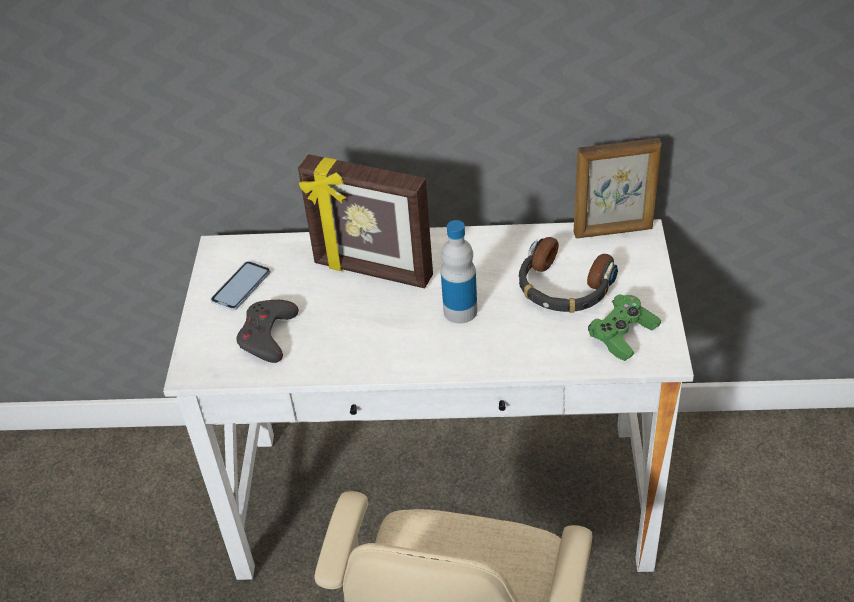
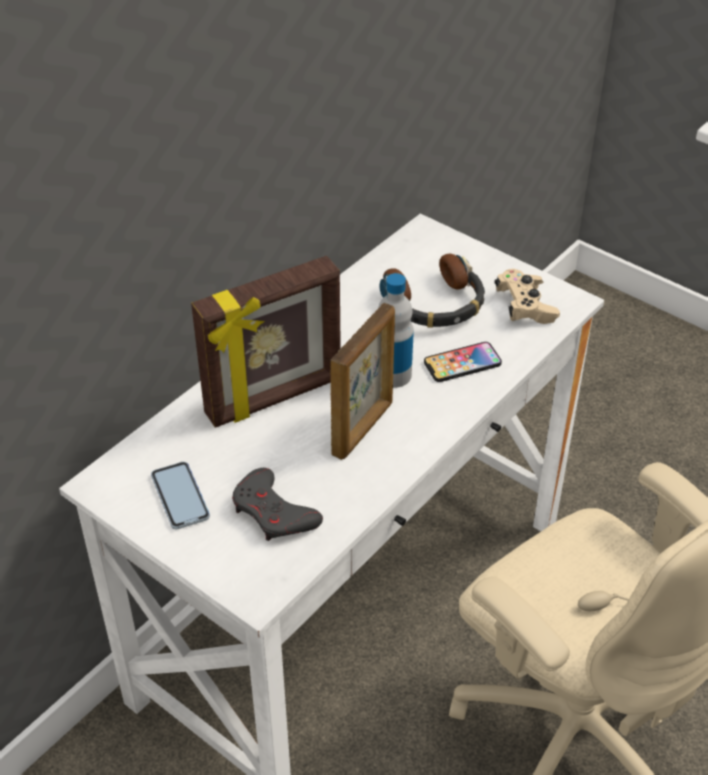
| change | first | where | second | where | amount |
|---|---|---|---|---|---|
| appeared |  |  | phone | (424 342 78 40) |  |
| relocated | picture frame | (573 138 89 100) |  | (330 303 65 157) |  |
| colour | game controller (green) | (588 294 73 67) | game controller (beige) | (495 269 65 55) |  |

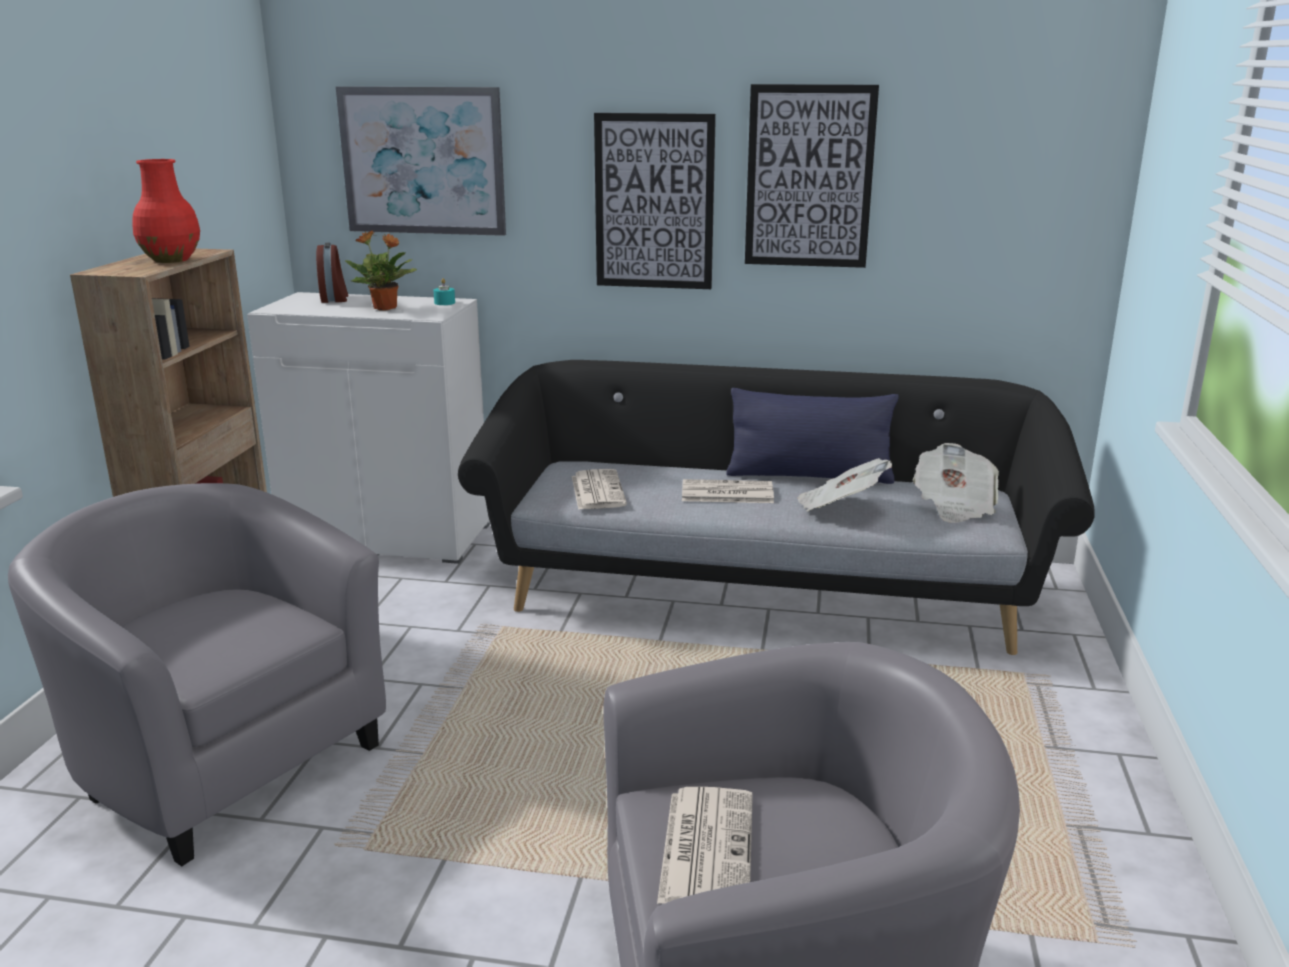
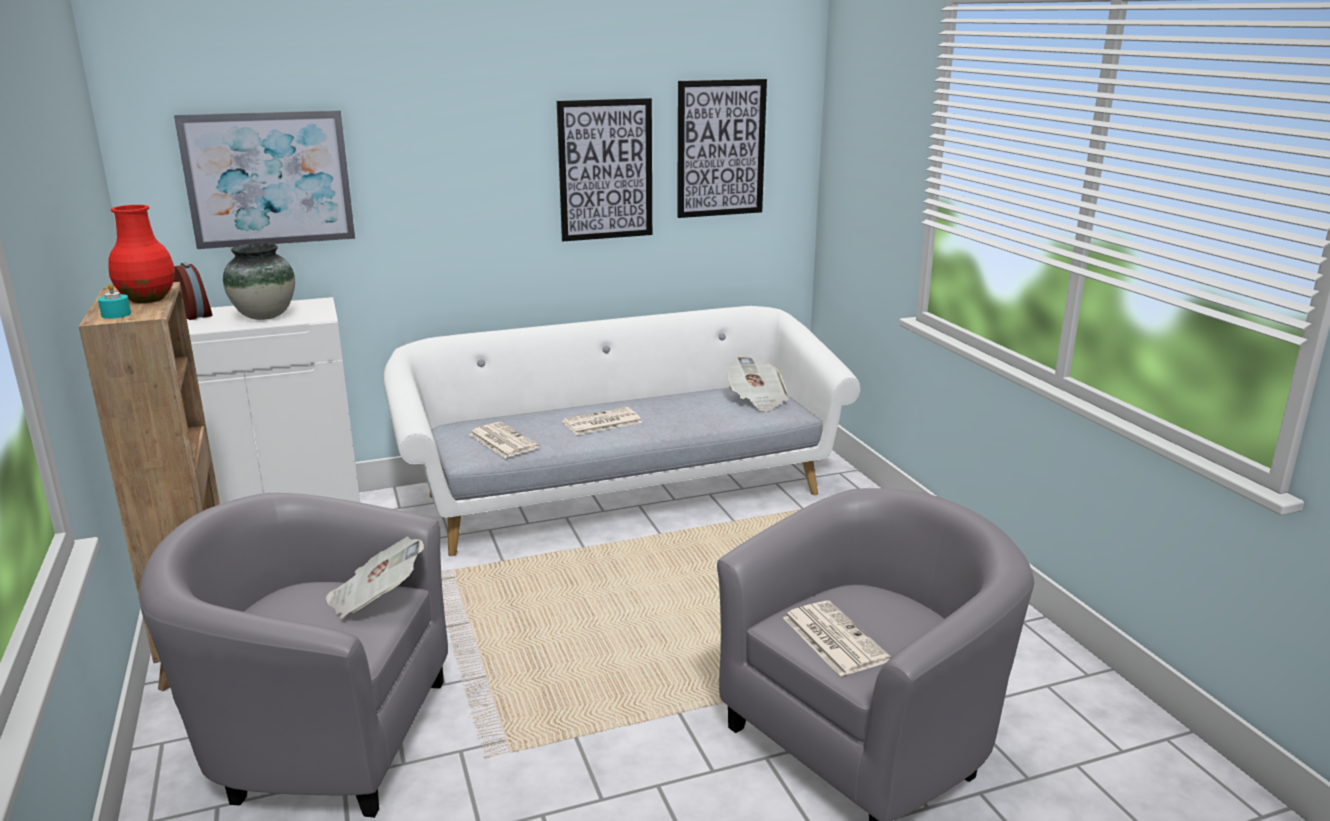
| change | first | where | second | where | amount |
|---|---|---|---|---|---|
| missing | pillow (blue) | (726 388 173 96) |  |  |  |
| relocated | candle (turquoise) | (433 278 22 27) |  | (98 284 33 35) |  |
| relocated | picture | (594 113 122 176) |  | (677 79 90 139) |  |
| relocated | newspaper | (797 458 95 54) |  | (326 536 98 83) |  |
| exchanged | potted plant | (345 231 72 80) | vase | (223 243 72 77) |  |
| colour | sofa (black) | (458 360 637 295) | sofa (white) | (383 306 477 250) |  |

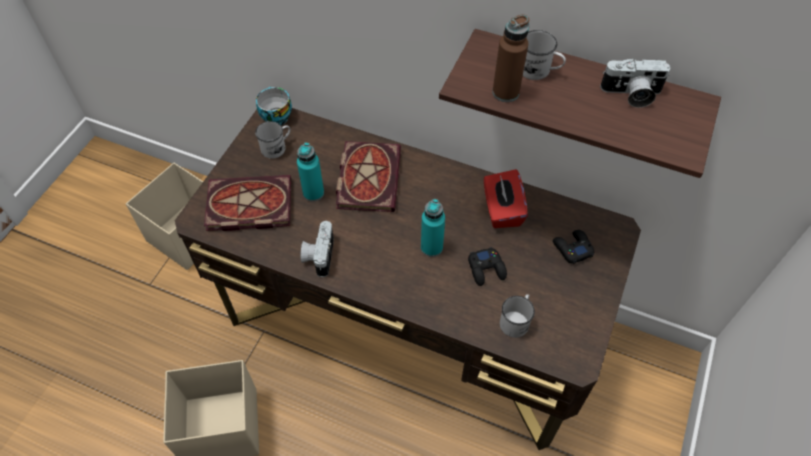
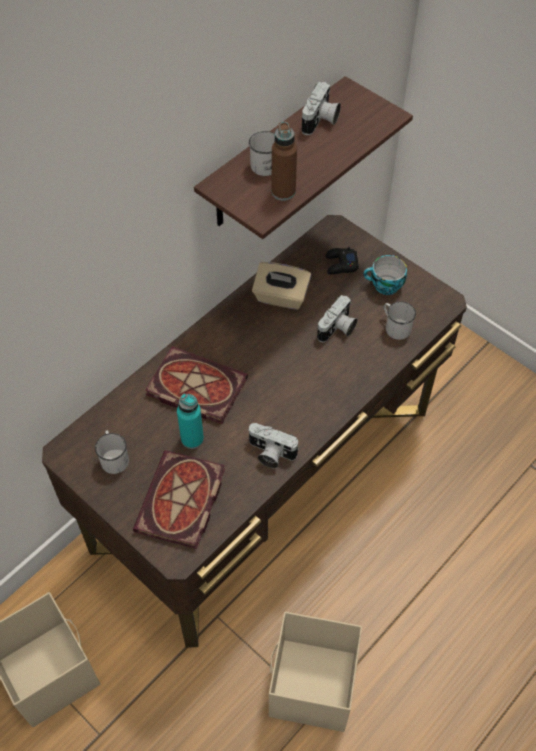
| change | first | where | second | where | amount |
|---|---|---|---|---|---|
| missing | bottle (turquoise) | (421 199 24 58) |  |  |  |
| relocated | cup | (256 87 36 38) |  | (363 255 44 40) |  |
| exchanged | game controller (black) | (468 247 39 39) | photo camera | (317 295 41 47) |  |
| colour | tissue box (red) | (484 169 44 59) | tissue box (beige) | (252 262 59 48) |  |

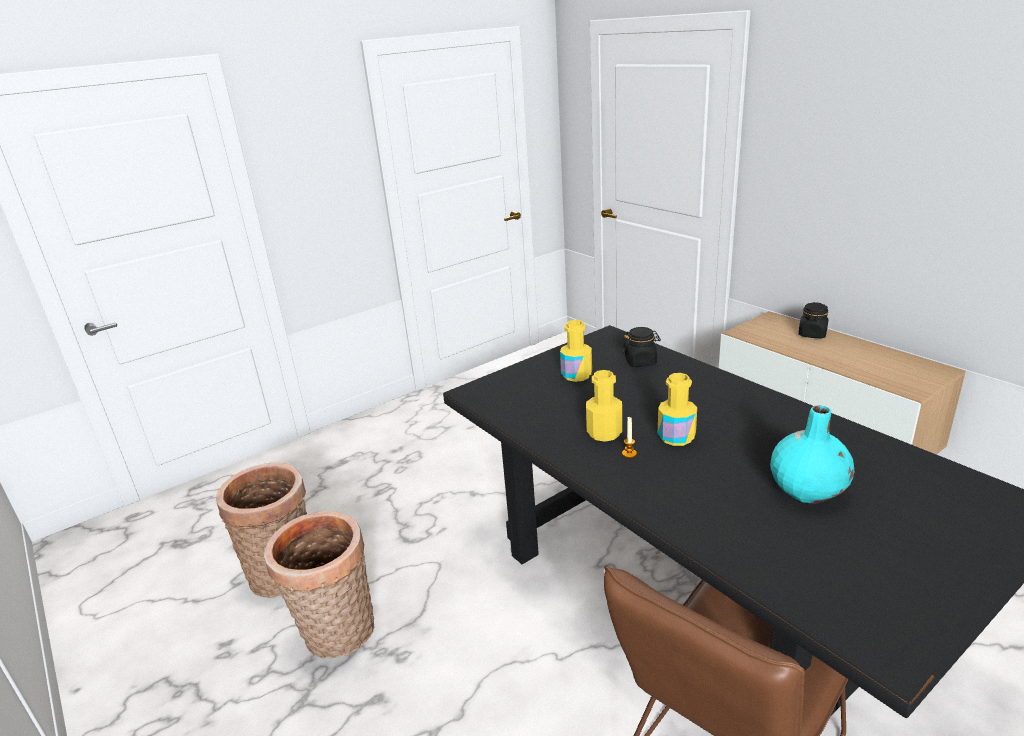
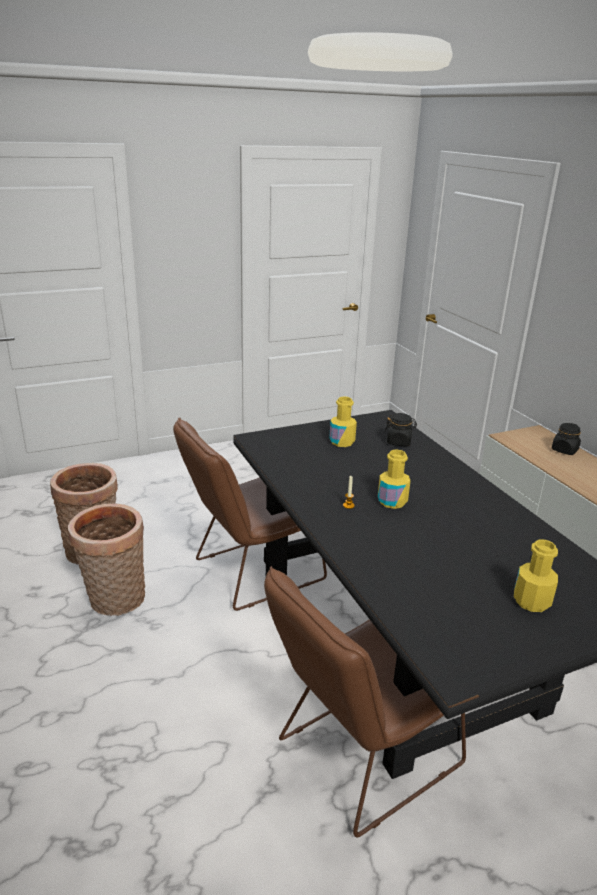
| change | first | where | second | where | amount |
|---|---|---|---|---|---|
| missing | vase (turquoise) | (770 405 84 98) |  |  |  |
| appeared |  |  | chair (brown) | (173 418 154 193) |  |
| relocated | bottle (yellow) | (586 370 36 72) |  | (514 539 44 73) |  |

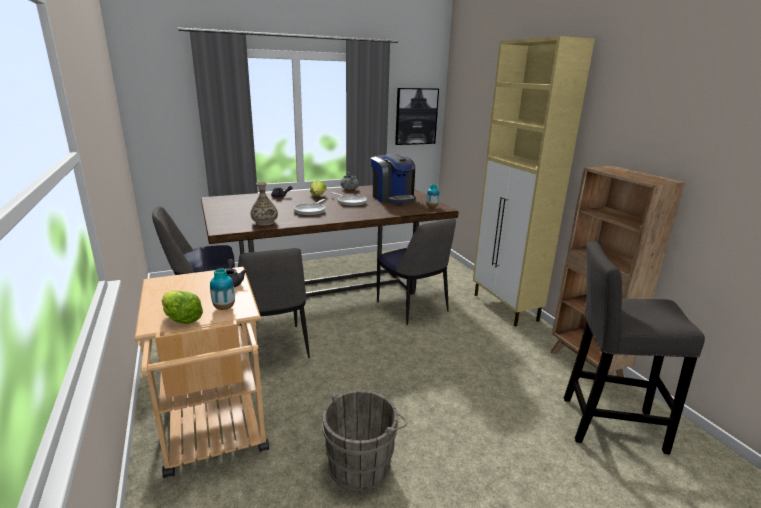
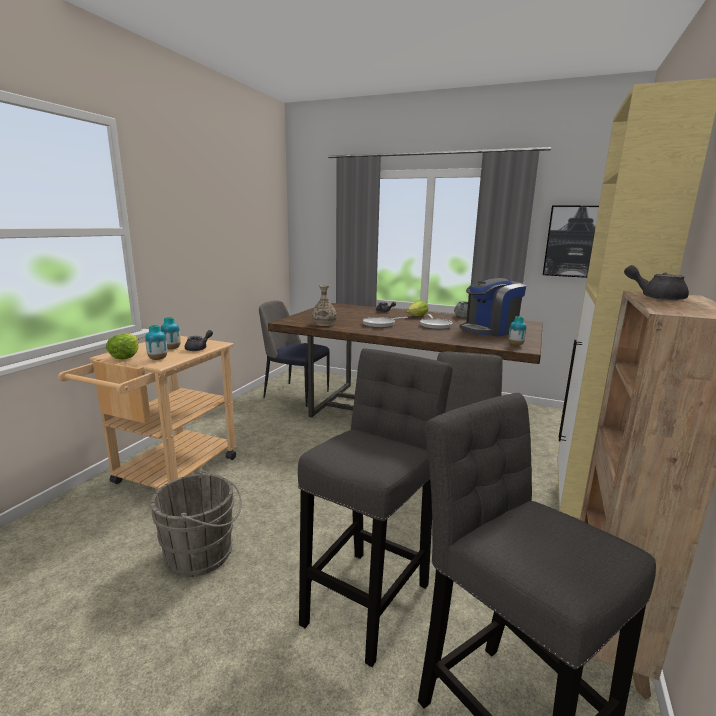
| change | first | where | second | where | amount |
|---|---|---|---|---|---|
| missing | chair | (238 248 72 110) |  |  |  |
| appeared |  |  | vase | (161 317 20 32) |  |
| appeared |  |  | stool (grey) | (298 348 155 319) |  |
| appeared |  |  | teapot (grey) | (624 265 65 36) |  |
| spun | coffee machine | (370 154 46 50) |  | (459 278 67 59) | 45 degrees clockwise |

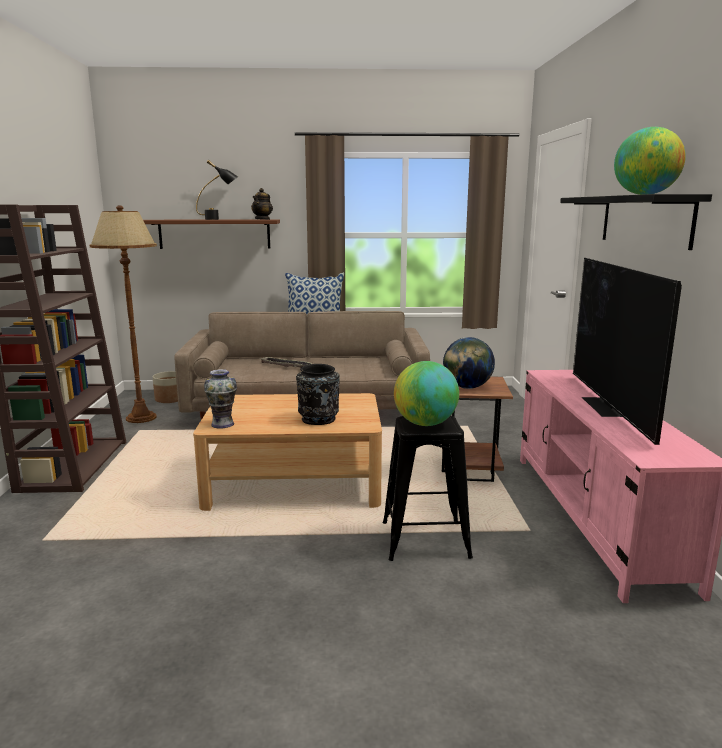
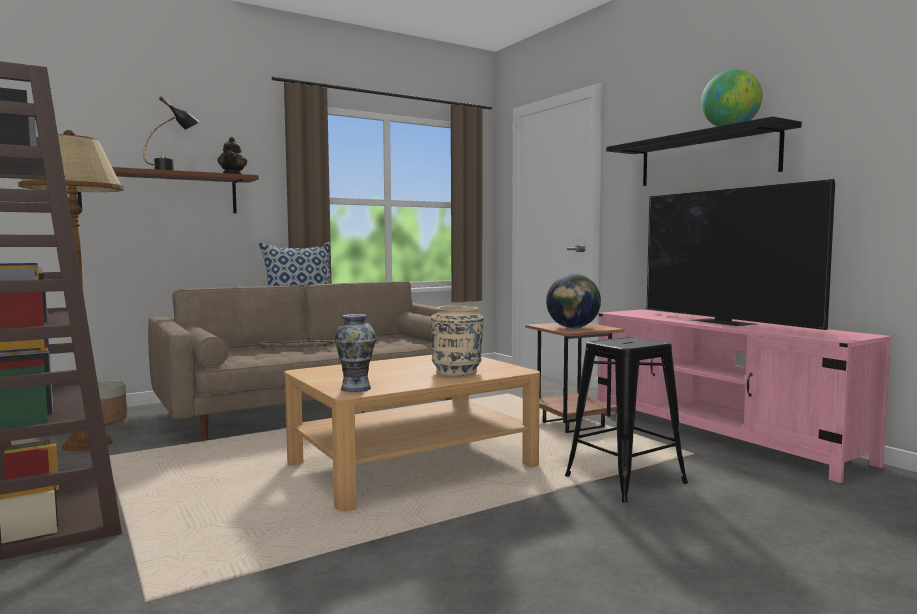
| change | first | where | second | where | amount |
|---|---|---|---|---|---|
| missing | globe | (394 361 65 65) |  |  |  |
| colour | vase (black) | (296 364 44 61) | vase (beige) | (431 305 53 71) |  |

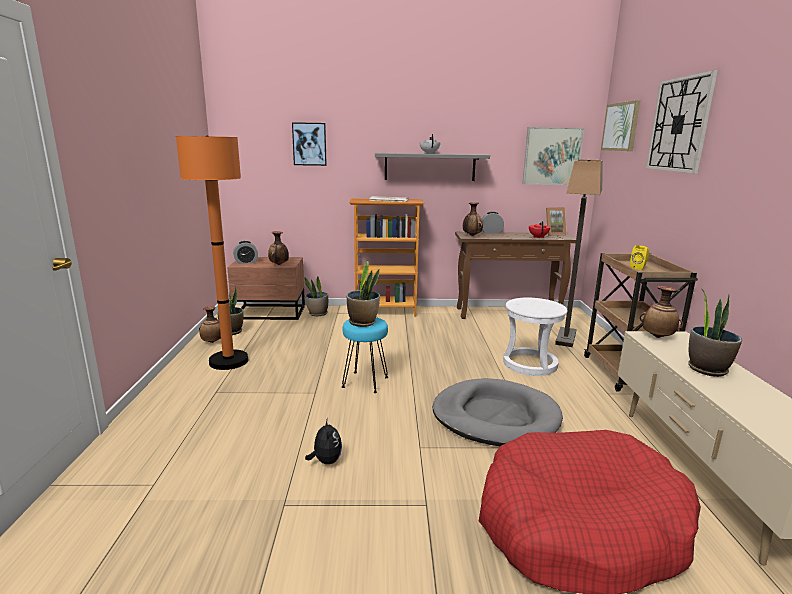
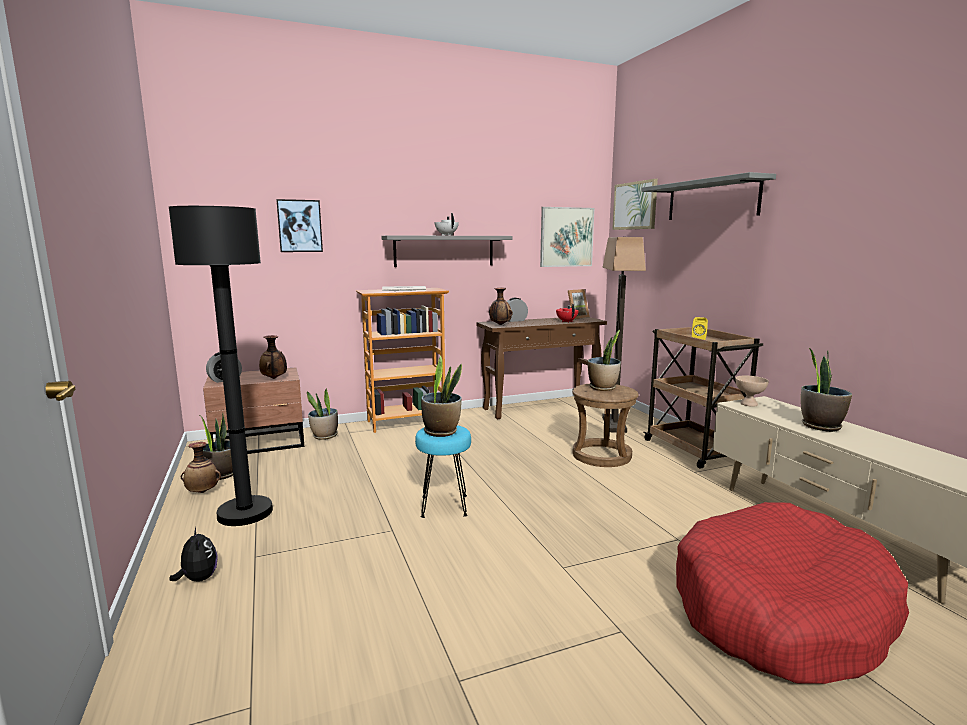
| change | first | where | second | where | amount |
|---|---|---|---|---|---|
| missing | dog bed (grey) | (433 378 130 68) |  |  |  |
| appeared |  |  | potted plant | (588 330 33 61) |  |
| relocated | plush toy | (305 418 37 46) |  | (170 527 48 54) |  |
| exchanged | vase | (640 286 43 52) | bowl (beige) | (735 376 34 31) |  |
| exchanged | wall clock | (646 70 72 104) | shelf (grey) | (641 172 135 48) |  |
| colour | floor lamp (orange) | (176 136 72 234) | floor lamp (black) | (169 206 104 320) |  |
| colour | stool (white) | (503 298 65 78) | stool (brown) | (572 384 67 83) |  |

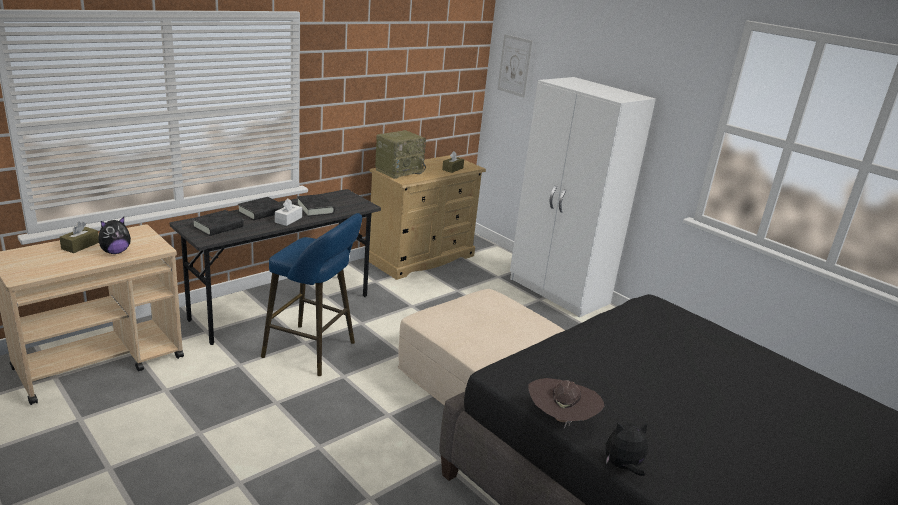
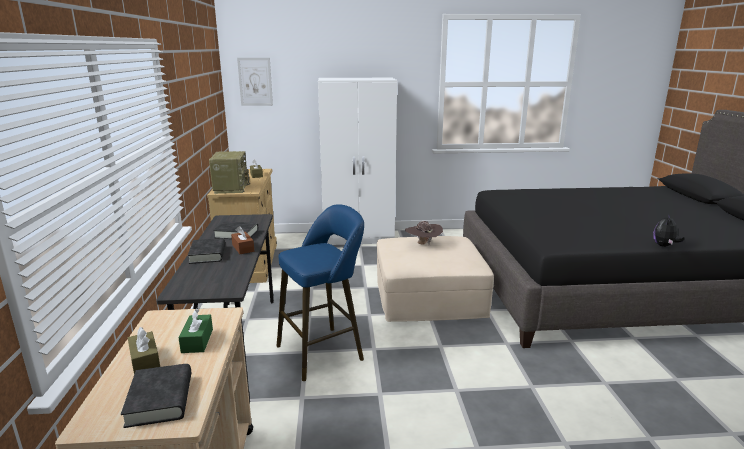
| change | first | where | second | where | amount |
|---|---|---|---|---|---|
| relocated | book (black) | (192 210 52 26) |  | (121 364 70 64) |  |
| relocated | hat (brown) | (529 378 75 51) |  | (405 221 38 24) |  |
| exchanged | plush toy | (98 217 33 37) | tissue box (green) | (178 309 35 44) |  |
| colour | tissue box (white) | (275 199 27 27) | tissue box (brown) | (231 226 23 28) |  |

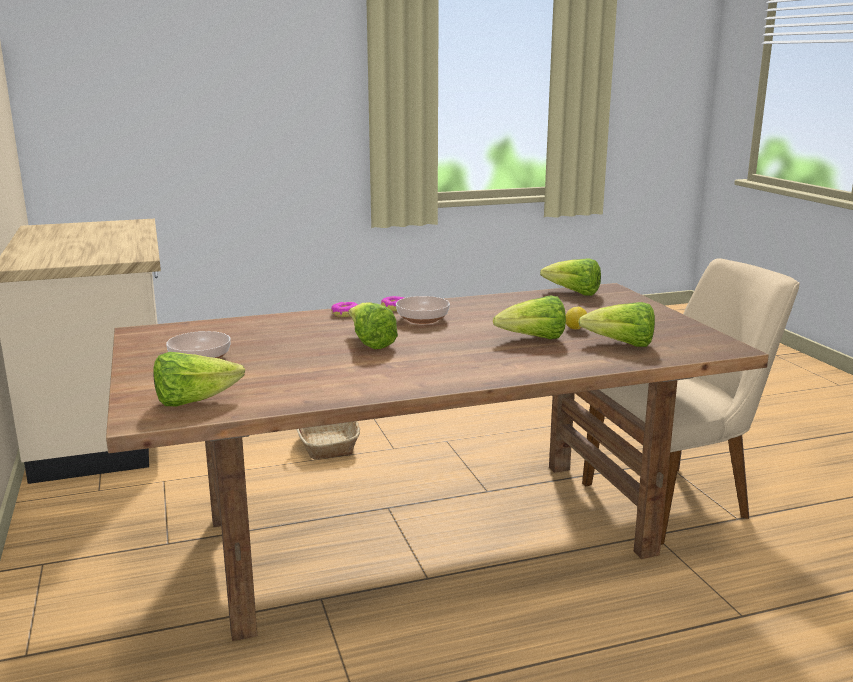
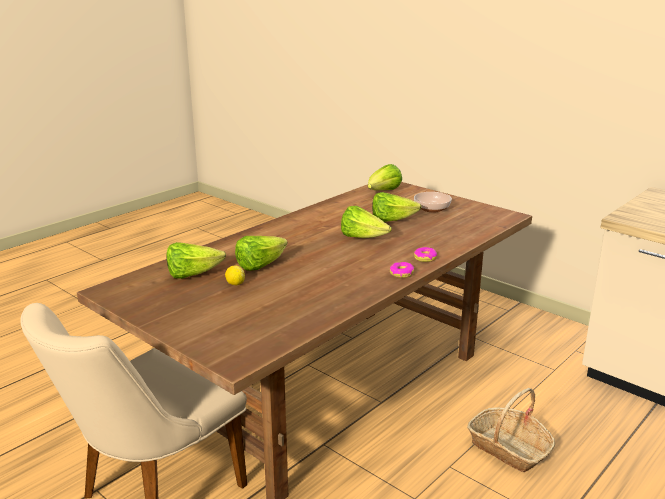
| change | first | where | second | where | amount |
|---|---|---|---|---|---|
| missing | bowl | (396 296 54 28) |  |  |  |
| relocated | lettuce | (540 258 61 38) |  | (372 192 50 30) |  |

